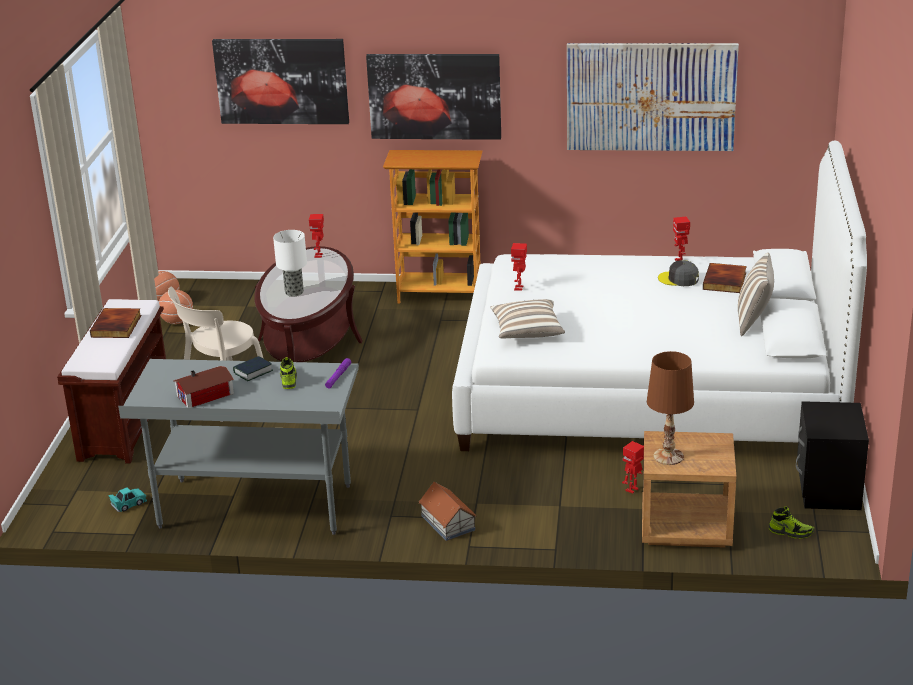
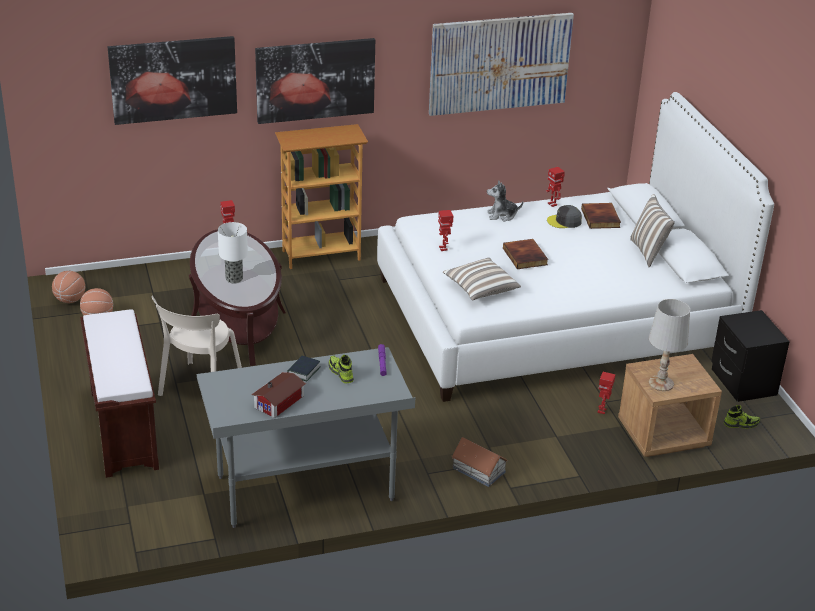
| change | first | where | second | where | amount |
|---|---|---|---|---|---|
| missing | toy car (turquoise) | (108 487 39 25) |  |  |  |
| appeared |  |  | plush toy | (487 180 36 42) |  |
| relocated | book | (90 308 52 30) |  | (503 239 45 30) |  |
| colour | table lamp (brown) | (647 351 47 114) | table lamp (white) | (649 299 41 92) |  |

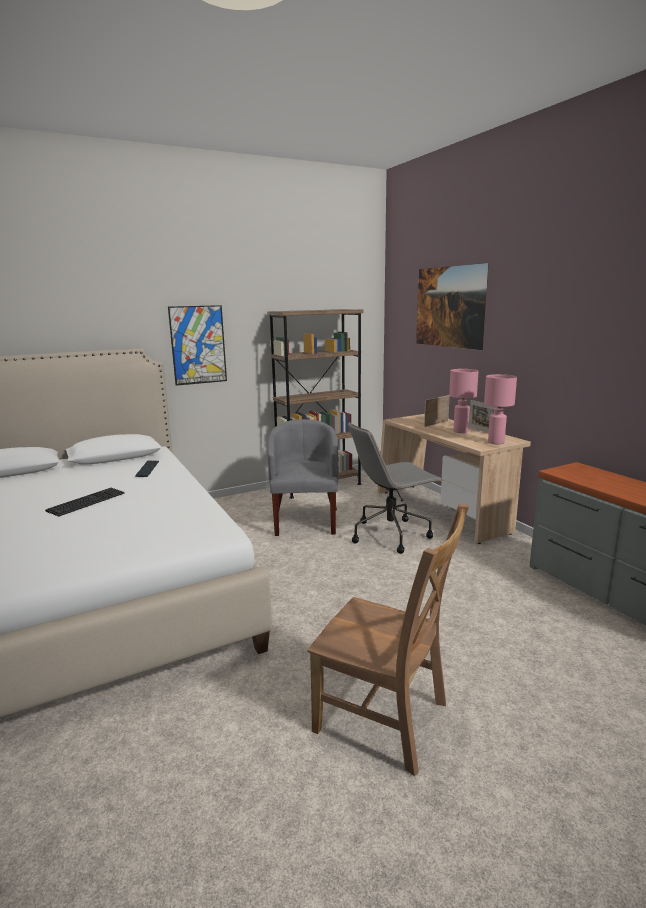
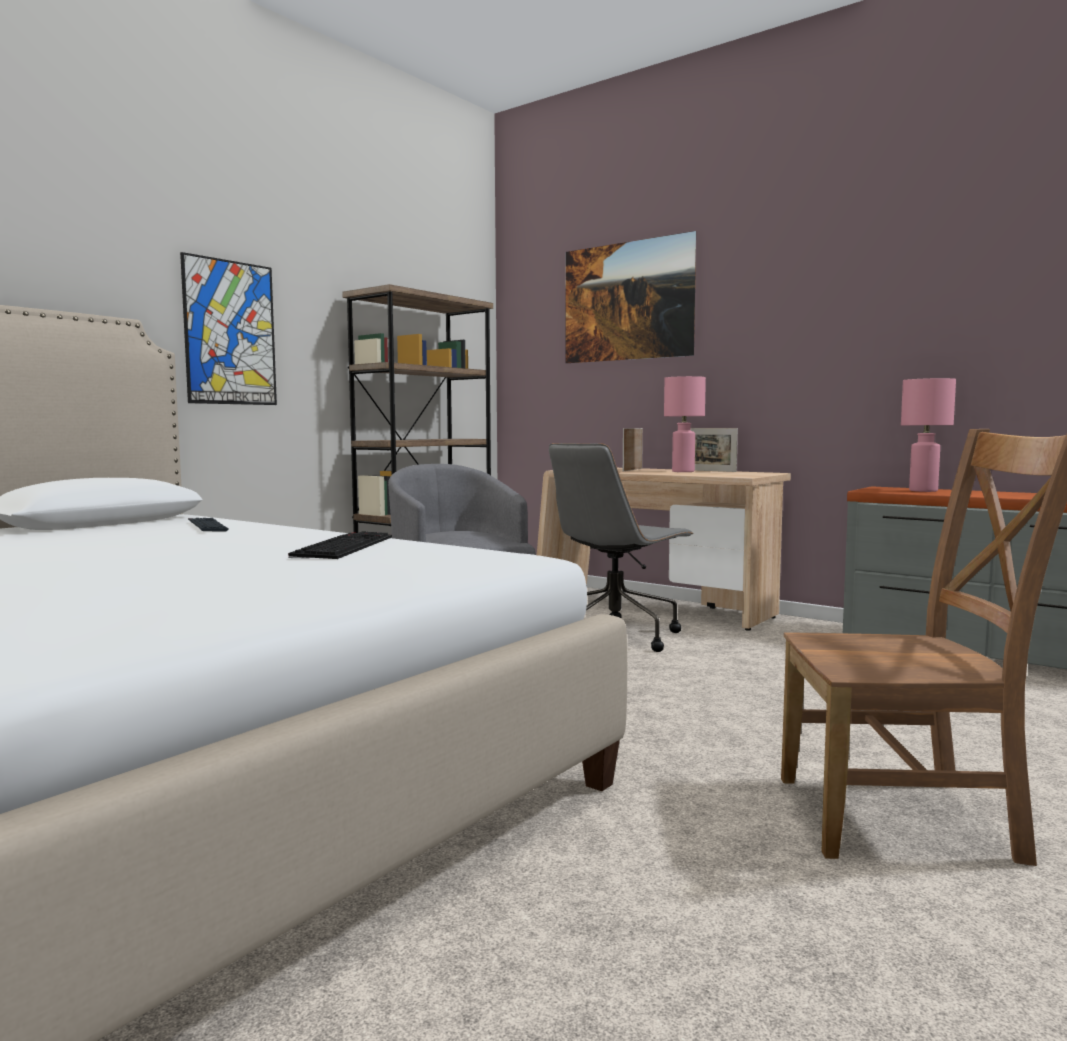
| change | first | where | second | where | amount |
|---|---|---|---|---|---|
| relocated | keyboard | (45 488 80 29) |  | (288 532 104 27) |  |
| relocated | table lamp (pink) | (484 374 33 71) |  | (901 378 55 114) |  |

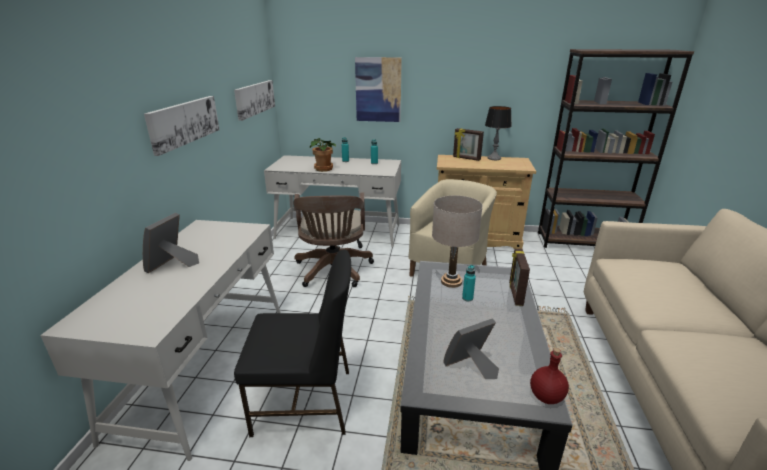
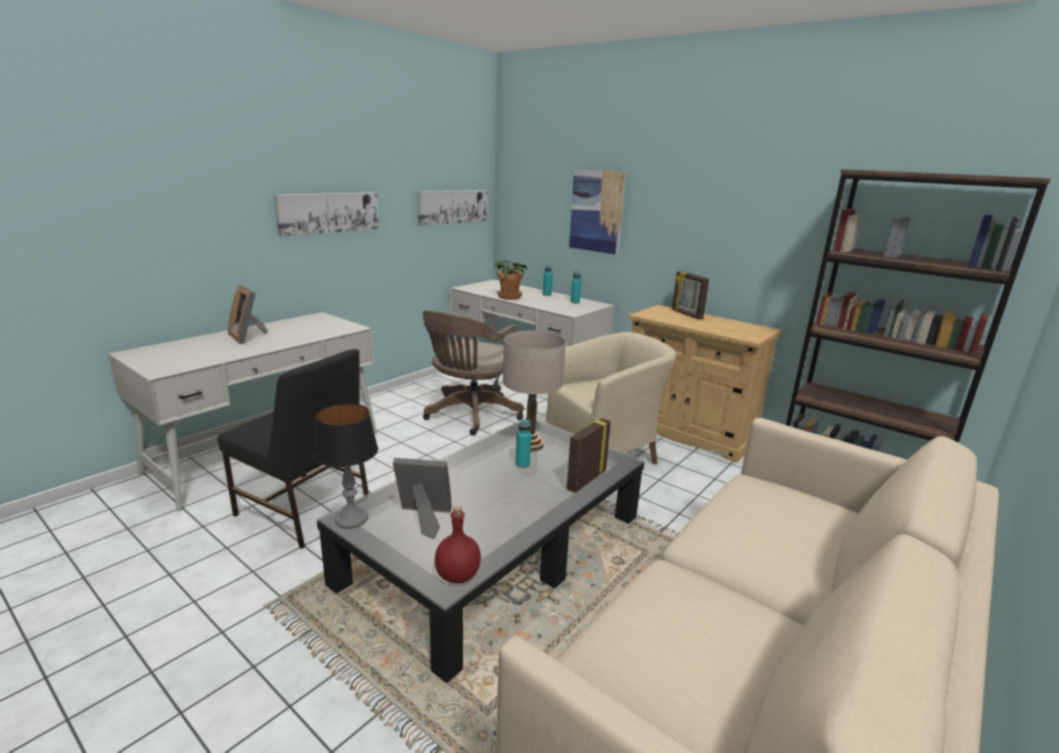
| change | first | where | second | where | amount |
|---|---|---|---|---|---|
| relocated | table lamp | (485 106 27 54) |  | (313 404 65 125) |  |
| spun | picture frame | (143 213 56 60) |  | (228 285 40 59) | 90 degrees counterclockwise |

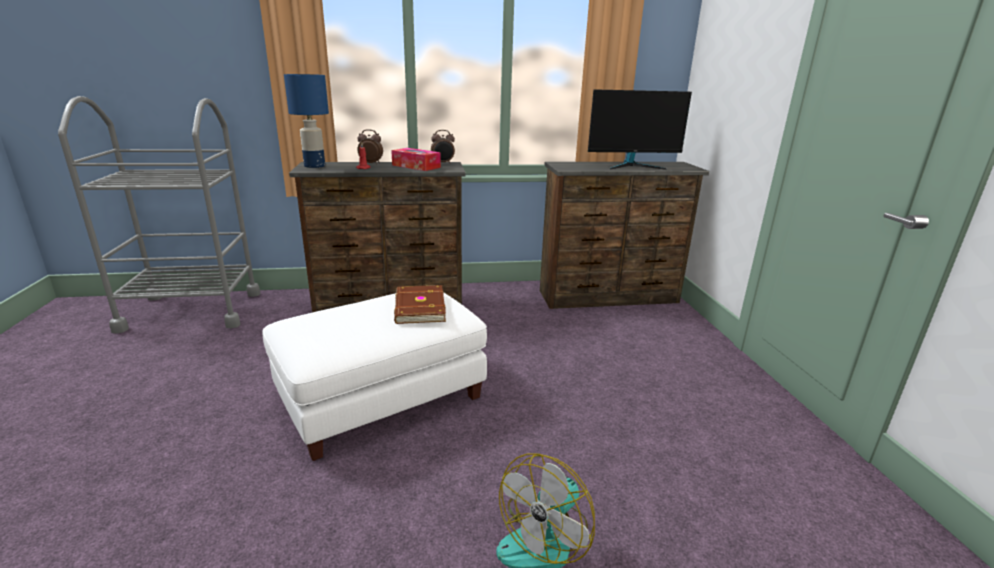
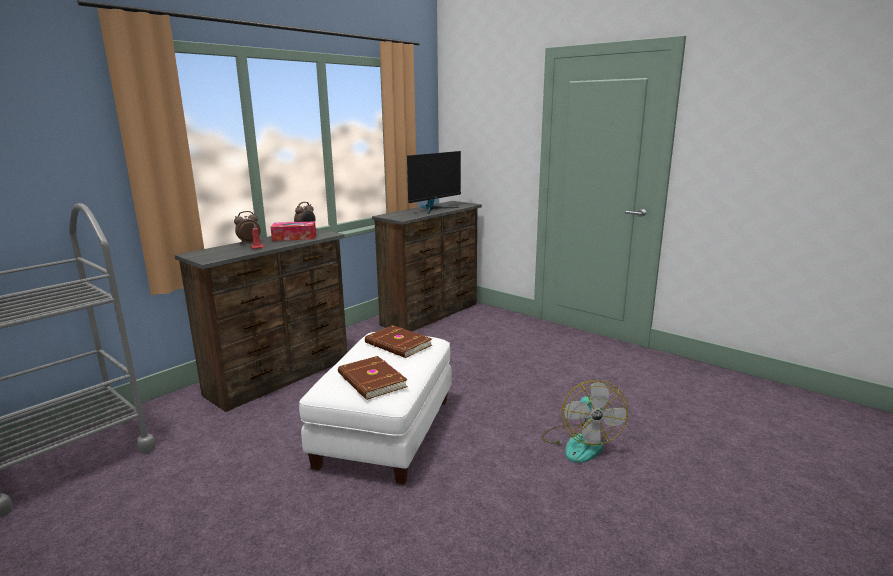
| change | first | where | second | where | amount |
|---|---|---|---|---|---|
| missing | table lamp (blue) | (284 74 45 94) |  |  |  |
| appeared |  |  | book (brown) | (338 356 70 44) |  |

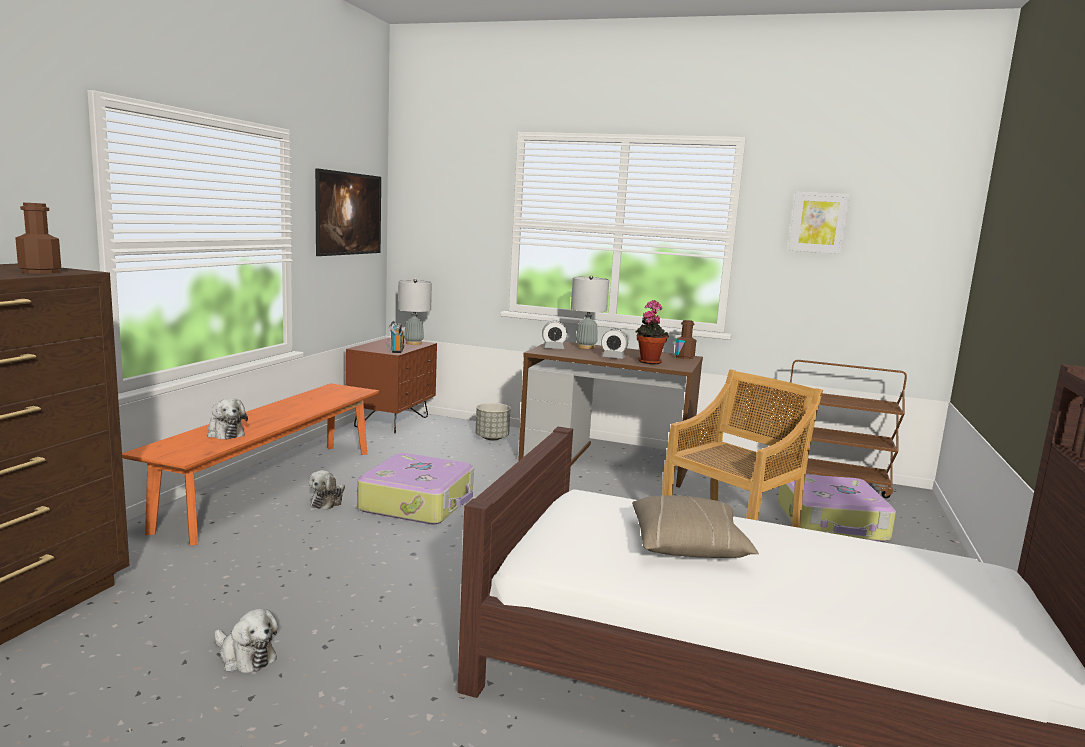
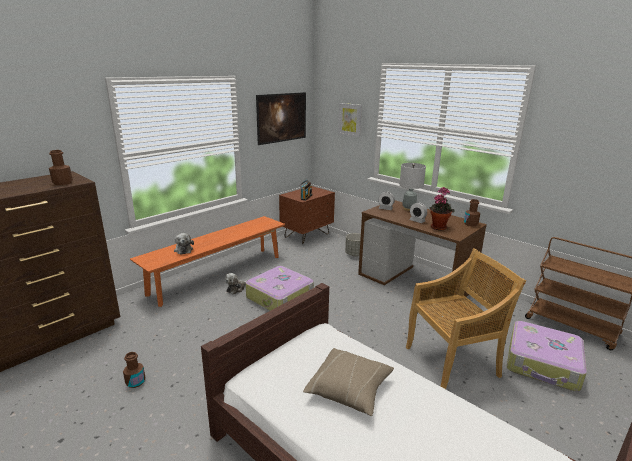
| change | first | where | second | where | amount |
|---|---|---|---|---|---|
| missing | table lamp (grey) | (398 279 34 66) |  |  |  |
| relocated | picture | (789 192 61 62) |  | (338 103 24 34) |  |
| exchanged | plush toy | (214 608 64 65) | bottle (brown) | (123 352 22 36) |  |

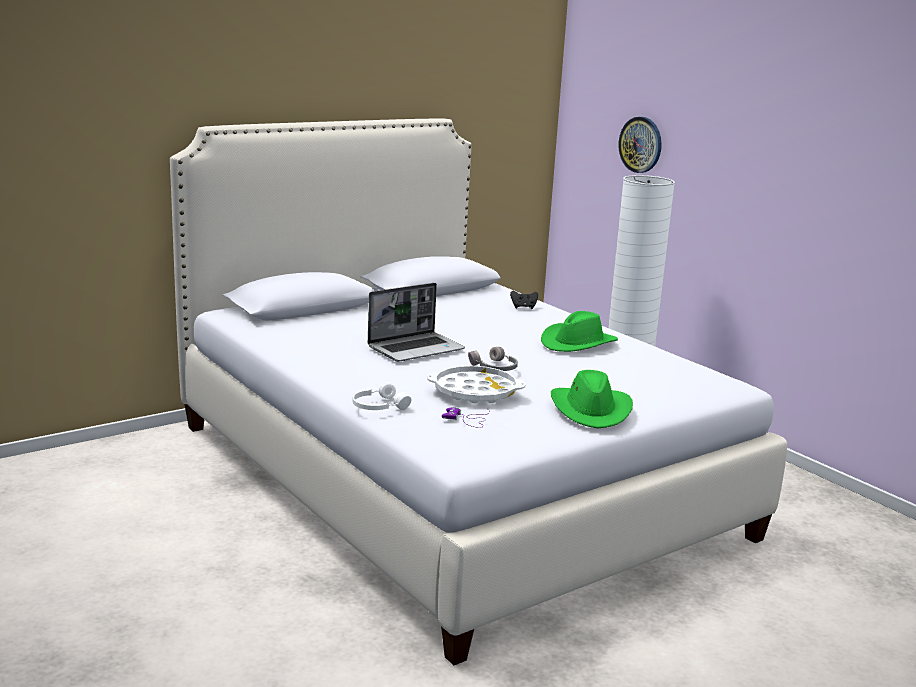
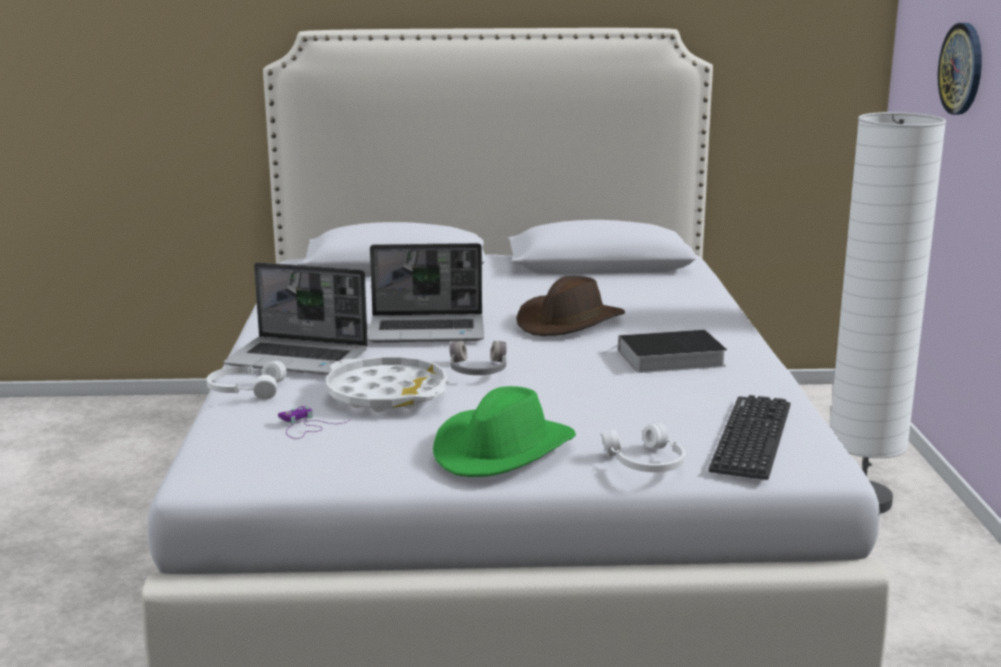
| change | first | where | second | where | amount |
|---|---|---|---|---|---|
| missing | game controller (black) | (510 291 28 18) |  |  |  |
| appeared |  |  | laptop | (223 262 145 113) |  |
| appeared |  |  | hat (brown) | (516 276 109 60) |  |
| appeared |  |  | headphones (white) | (601 424 85 48) |  |
| appeared |  |  | keyboard | (708 395 83 85) |  |
| exchanged | hat (green) | (541 311 77 41) | book | (603 329 124 44) |  |

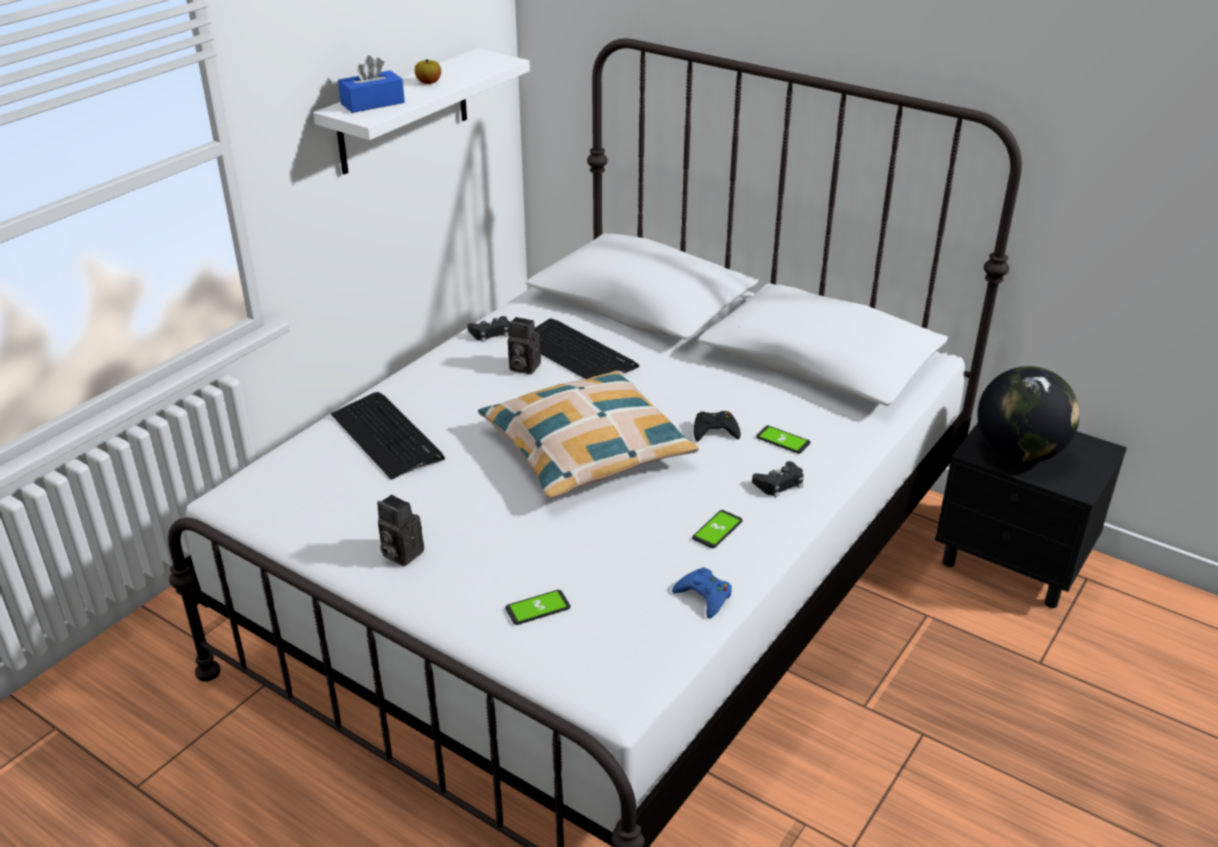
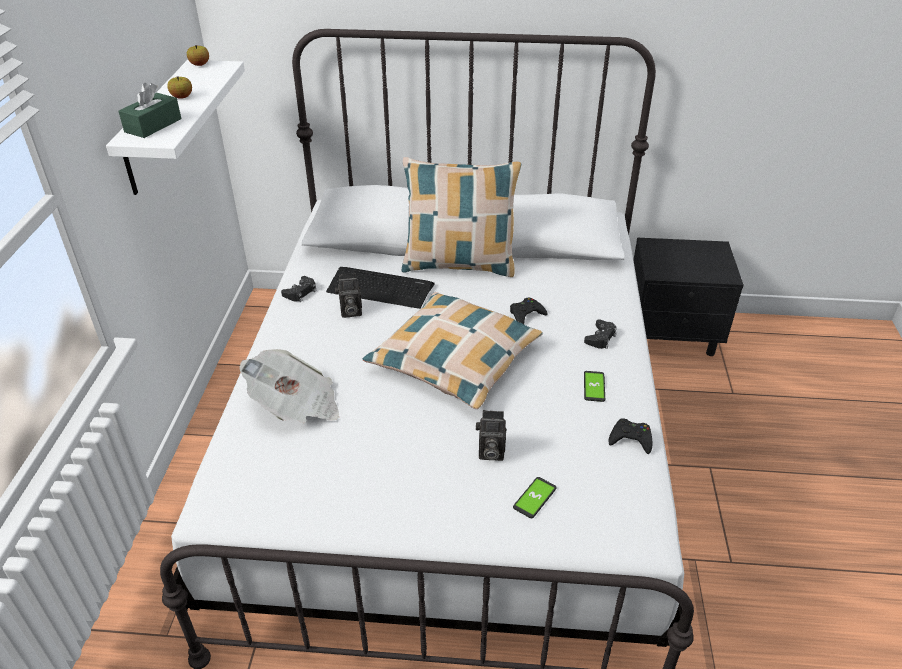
| change | first | where | second | where | amount |
|---|---|---|---|---|---|
| missing | phone | (756 426 55 28) |  |  |  |
| missing | globe | (977 366 103 97) |  |  |  |
| appeared |  |  | apple | (187 45 22 21) |  |
| appeared |  |  | pillow | (402 157 119 120) |  |
| relocated | photo camera | (377 495 47 71) |  | (476 410 31 51) |  |
| exchanged | keyboard | (331 392 114 88) | newspaper | (239 349 101 74) |  |
| colour | tissue box (blue) | (338 55 67 58) | tissue box (green) | (118 83 63 55) |  |
| colour | game controller (blue) | (672 567 60 51) | game controller (black) | (608 419 44 35) |  |

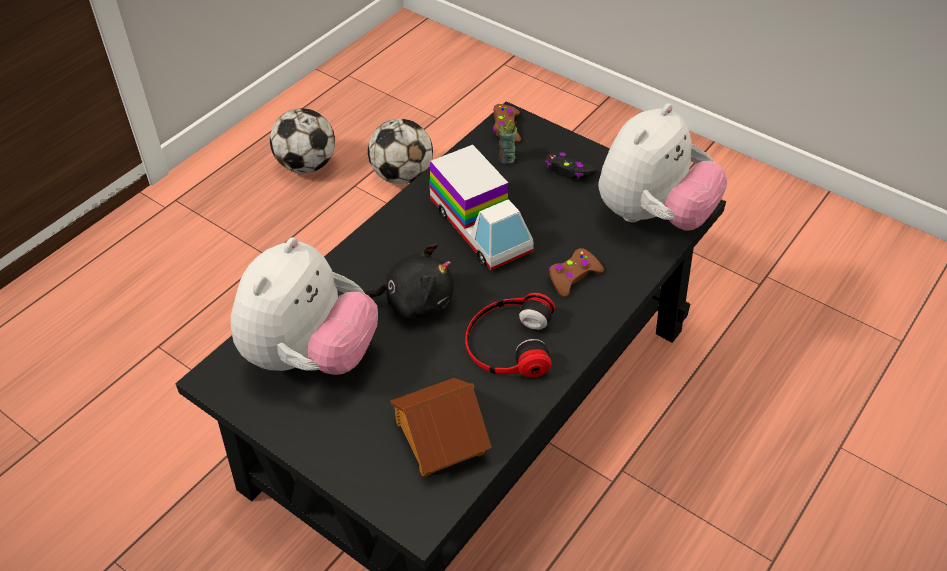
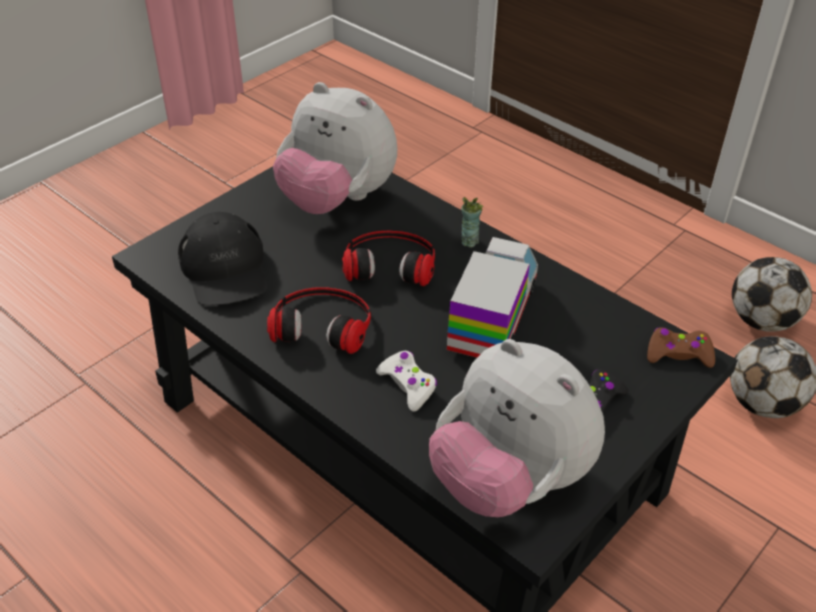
| change | first | where | second | where | amount |
|---|---|---|---|---|---|
| relocated | cup | (498 119 19 45) |  | (461 197 22 51) |  |
| exchanged | plush toy (black) | (364 243 90 78) | headphones | (342 231 93 55) |  |
| exchanged | toy house | (390 378 102 99) | cap (black) | (178 212 89 93) |  |
| colour | game controller (brown) | (549 248 55 49) | game controller (white) | (376 351 61 61) |  |
| spun | toy truck | (430 144 104 126) |  | (447 237 91 121) | 135 degrees clockwise |

